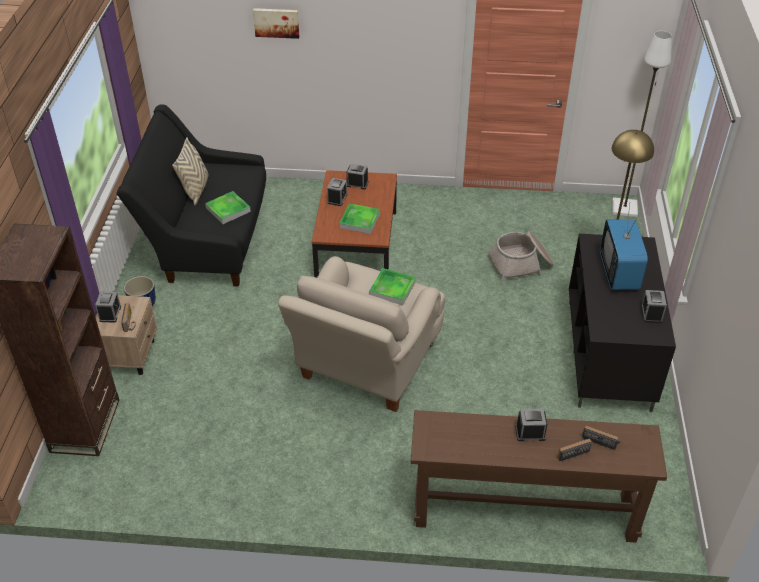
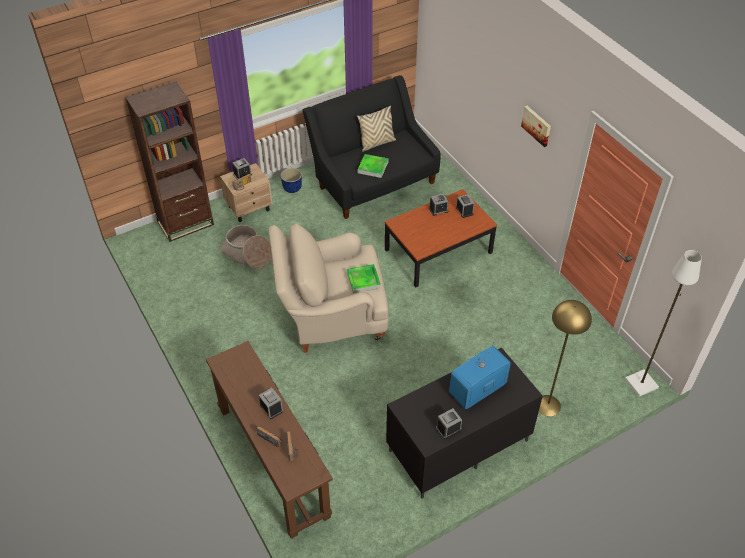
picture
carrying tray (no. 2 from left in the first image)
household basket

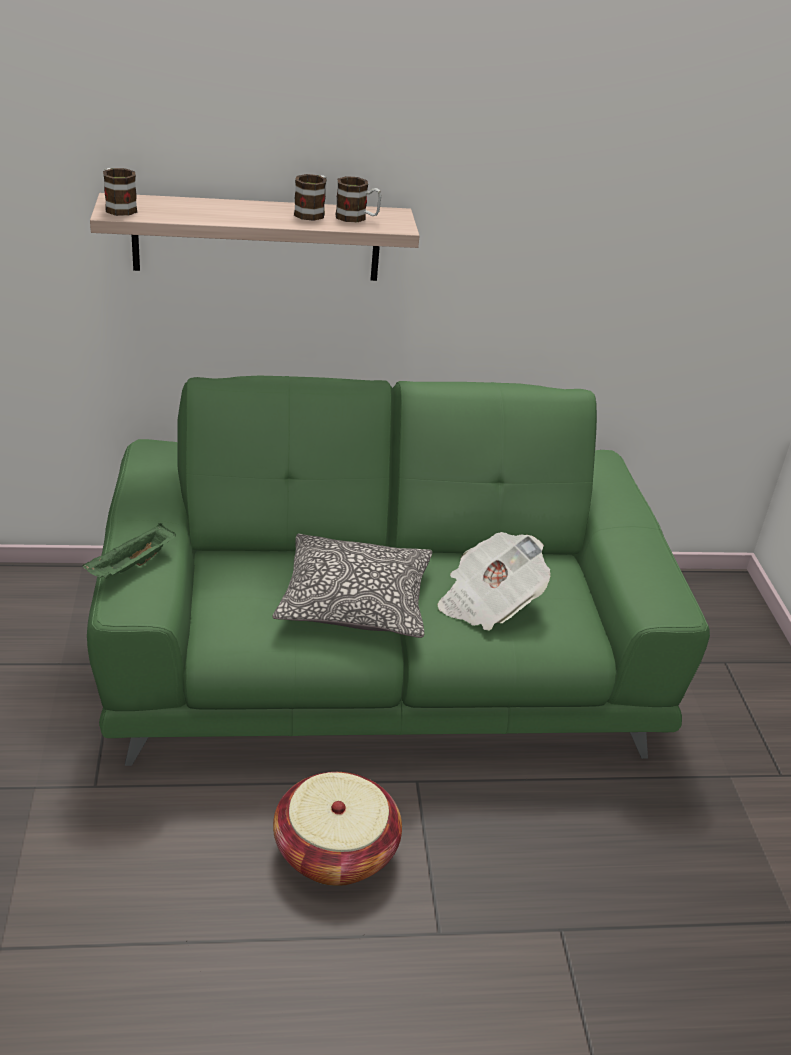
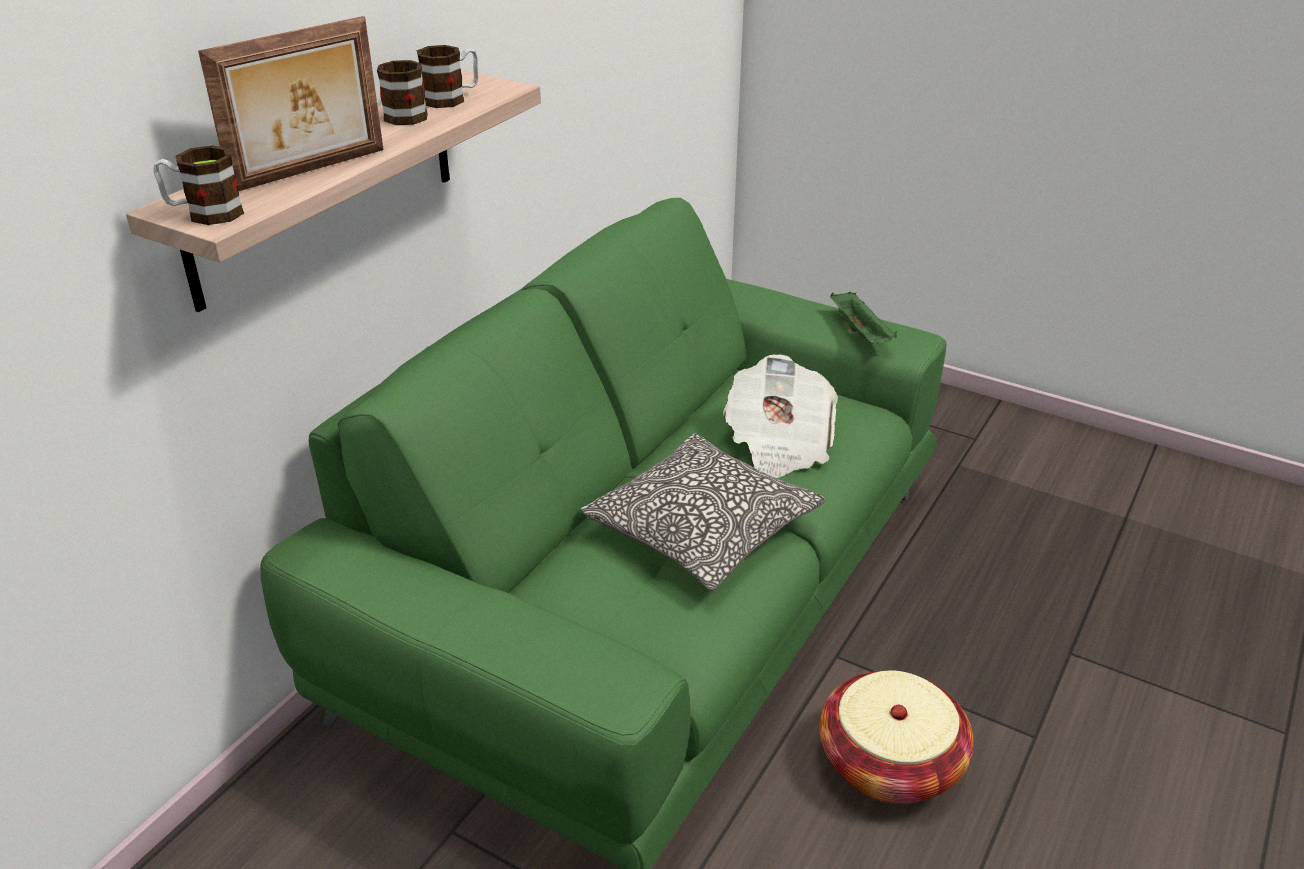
carrying tray in green
photo frame

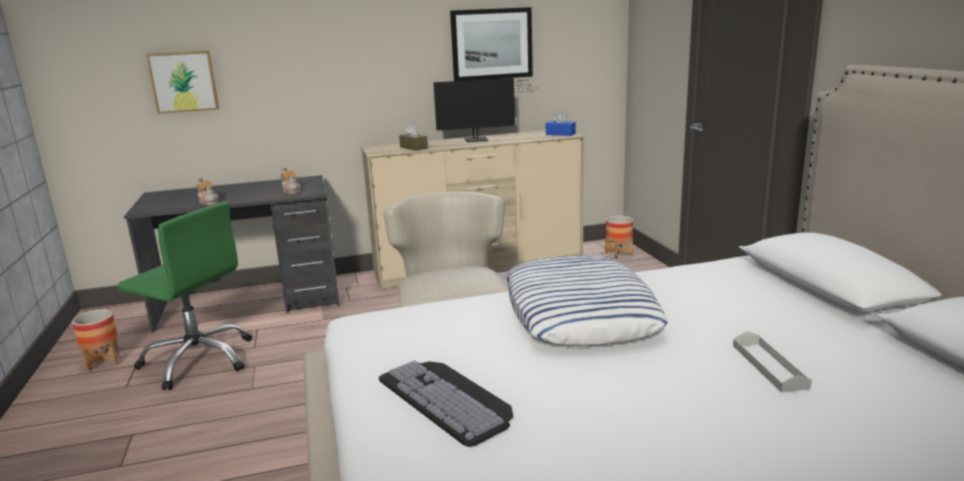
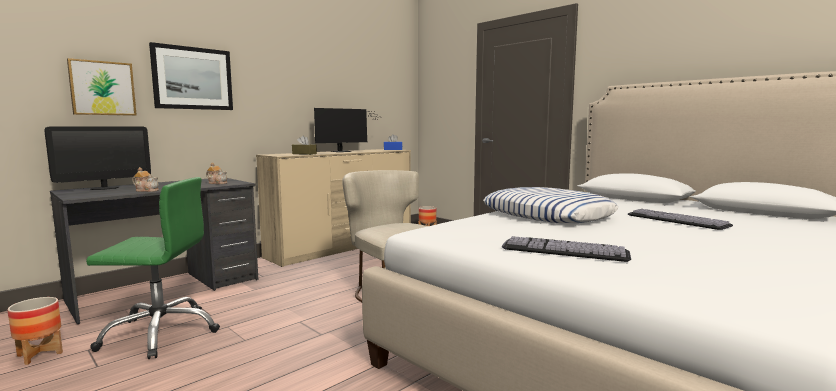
picture (no. 2 from left)
computer keyboard (no. 2 from left)
monitor (no. 1 from left)

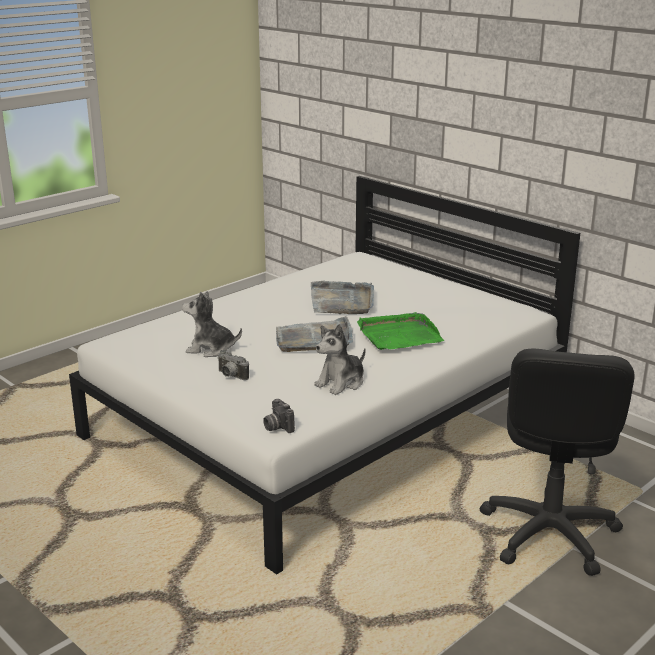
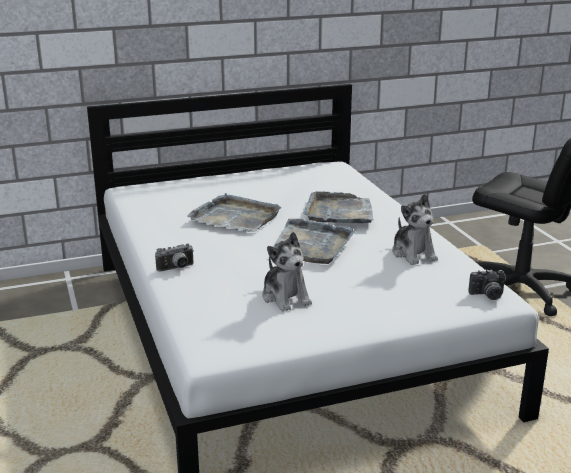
cuddly toy (no. 1 from left)
carrying tray in grey (no. 3 from left)
photo camera (no. 1 from left)

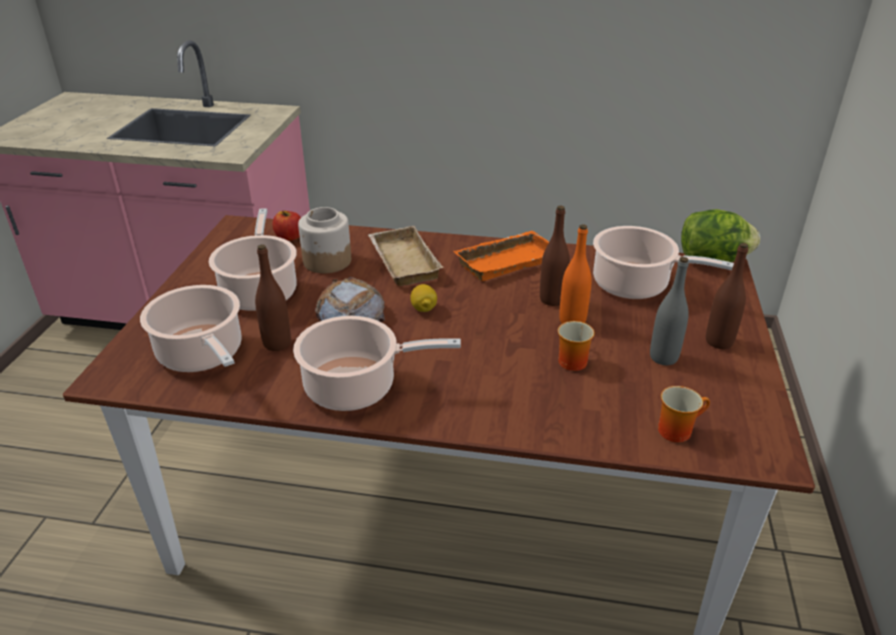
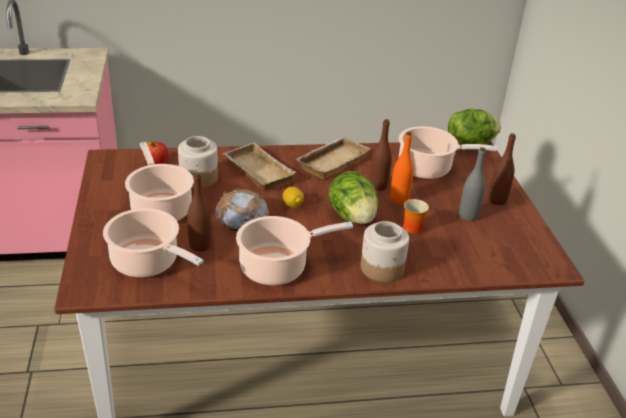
carrying tray in beige-coloured (no. 2 from left)
coffee mug (no. 2 from left in the first image)
head of lettuce (no. 1 from left)
jar (no. 2 from left)

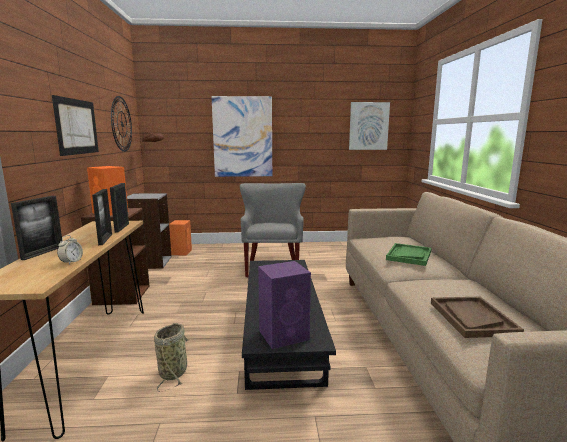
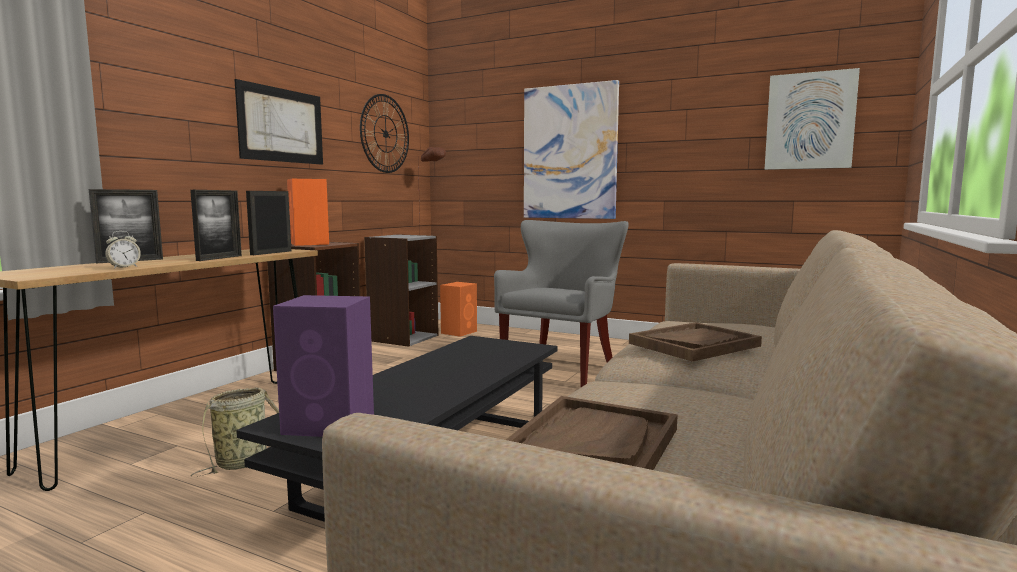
carrying tray in brownish (no. 2 from left)

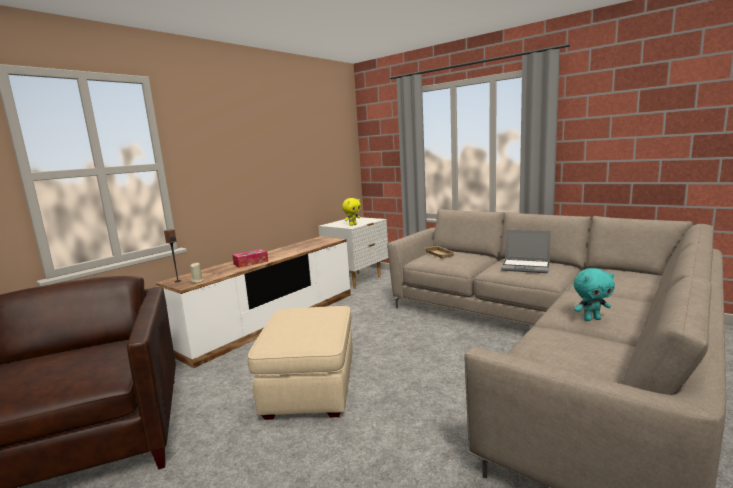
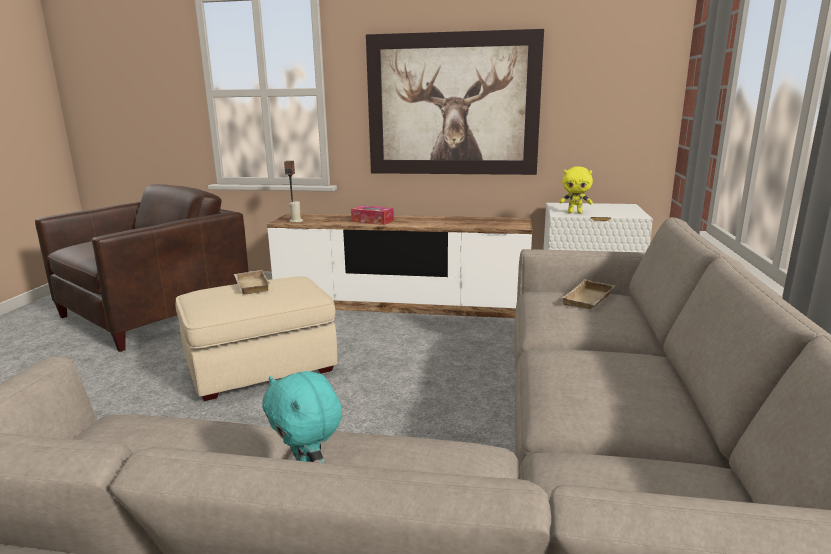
laptop
picture
carrying tray in beige-coloured (no. 1 from left)

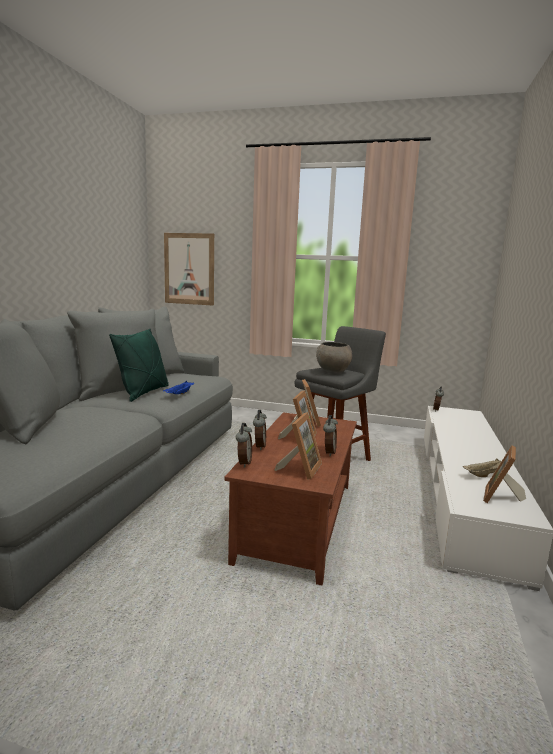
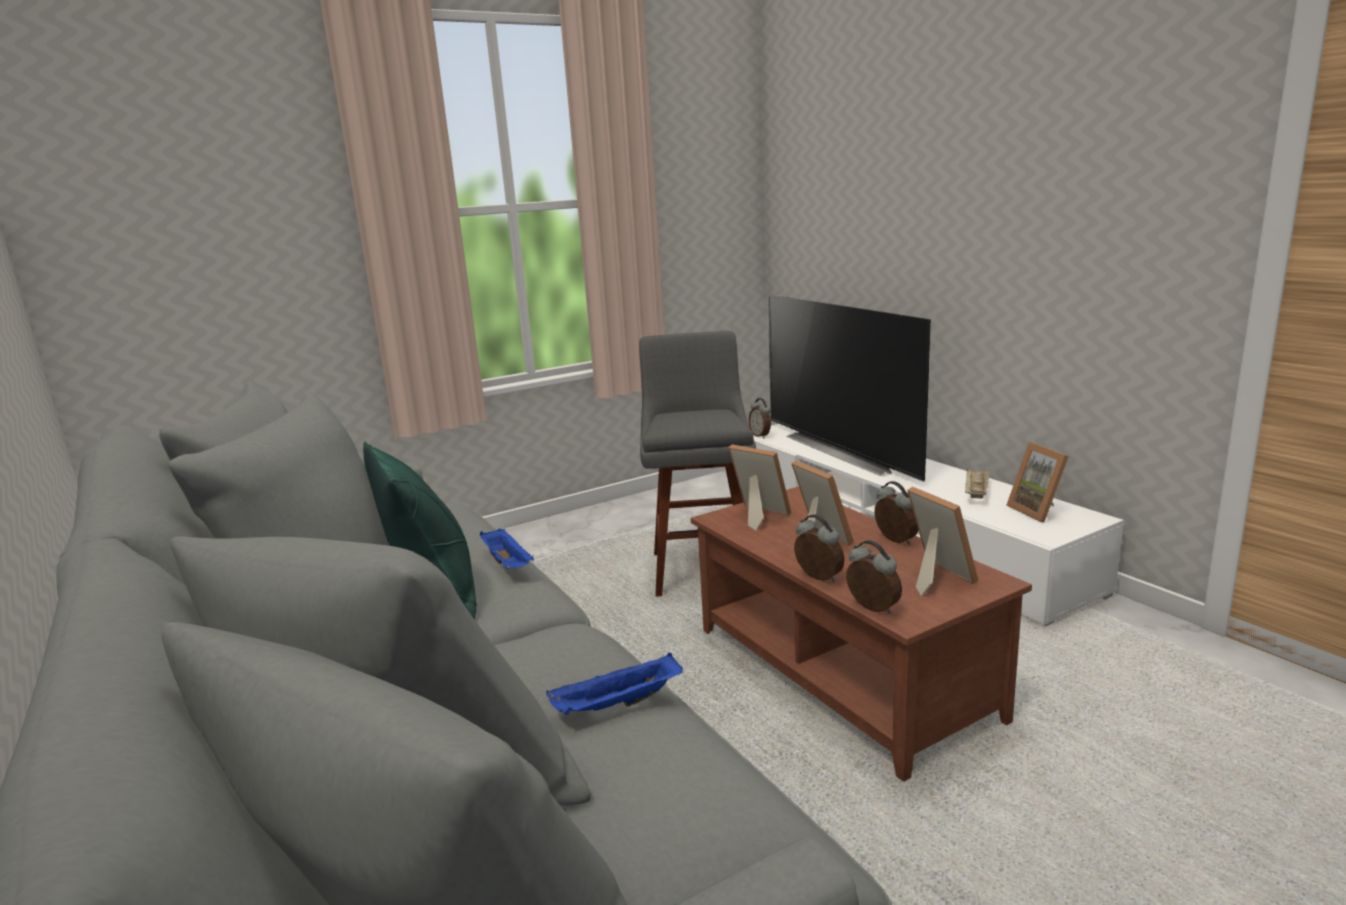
picture
deep dish in grey
TV set
carrying tray in bluish (no. 2 from left)

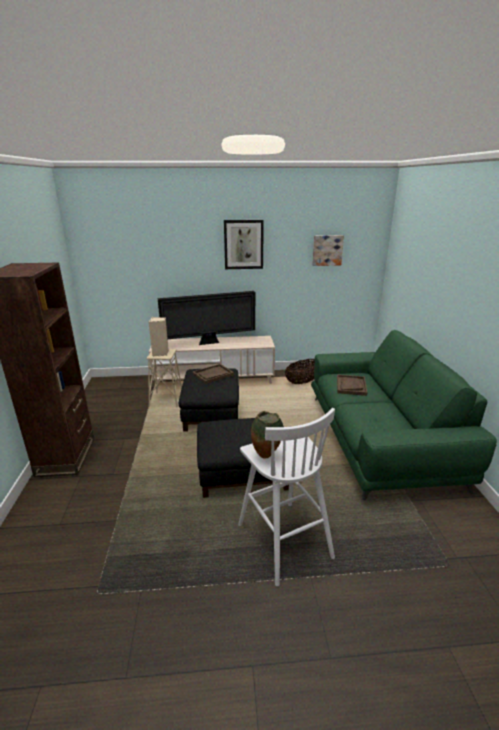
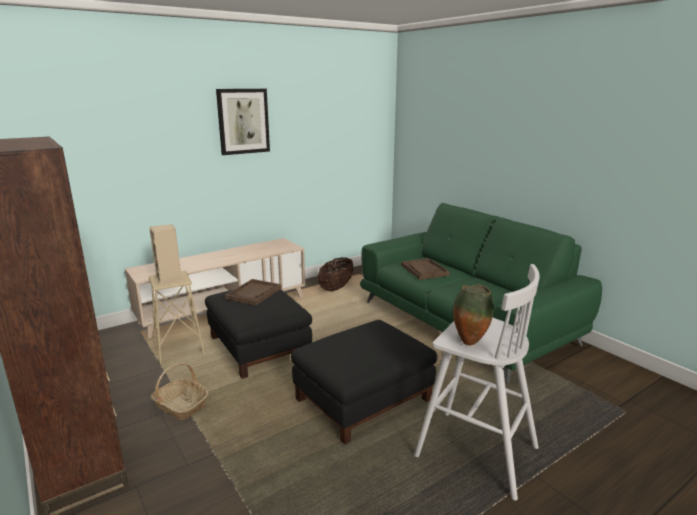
picture (no. 2 from left in the first image)
TV set
household basket (no. 1 from left)

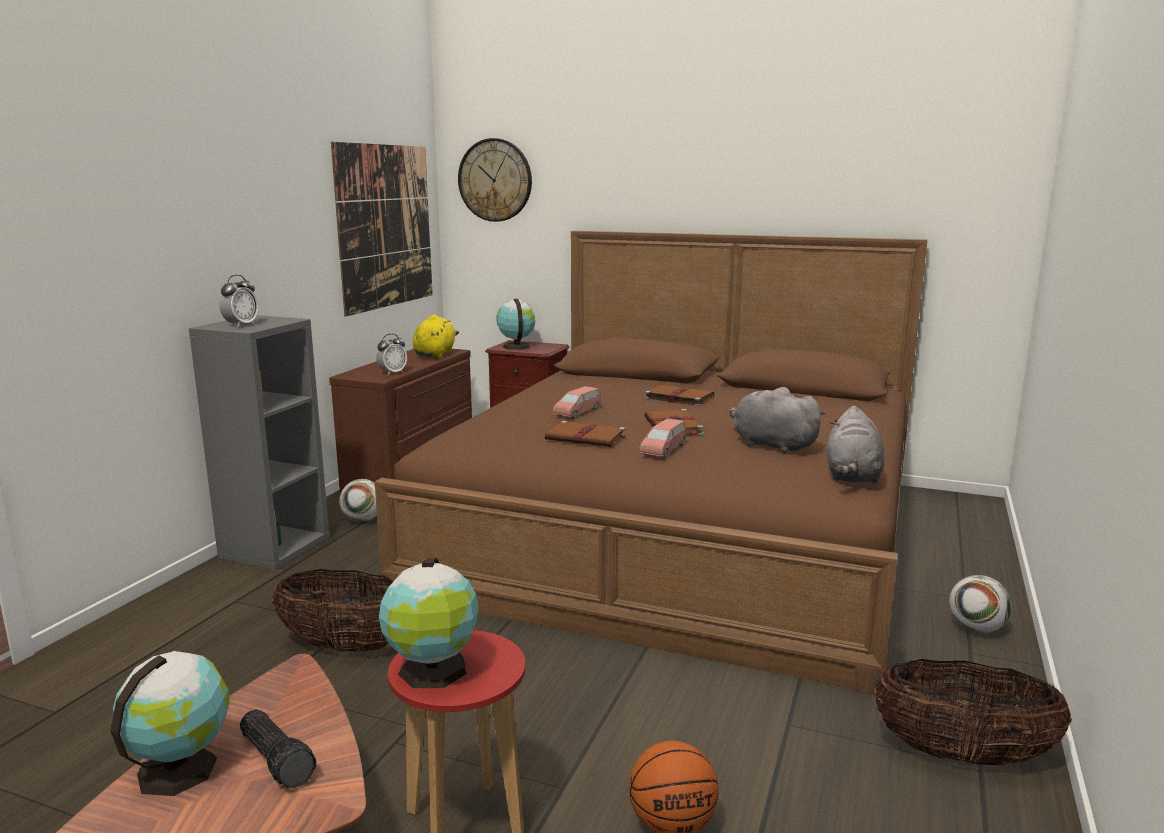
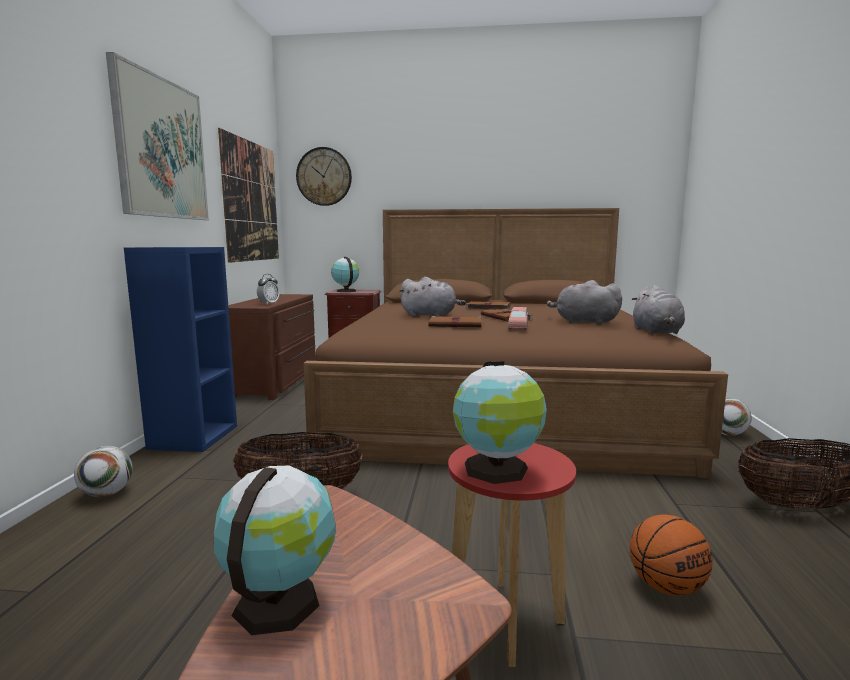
bedside clock (no. 1 from left in the first image)
shelving unit in bluish
cuddly toy in yellow-coloured
cuddly toy in grey (no. 1 from left)
ball for football (no. 1 from left)
torch
picture (no. 1 from left)

